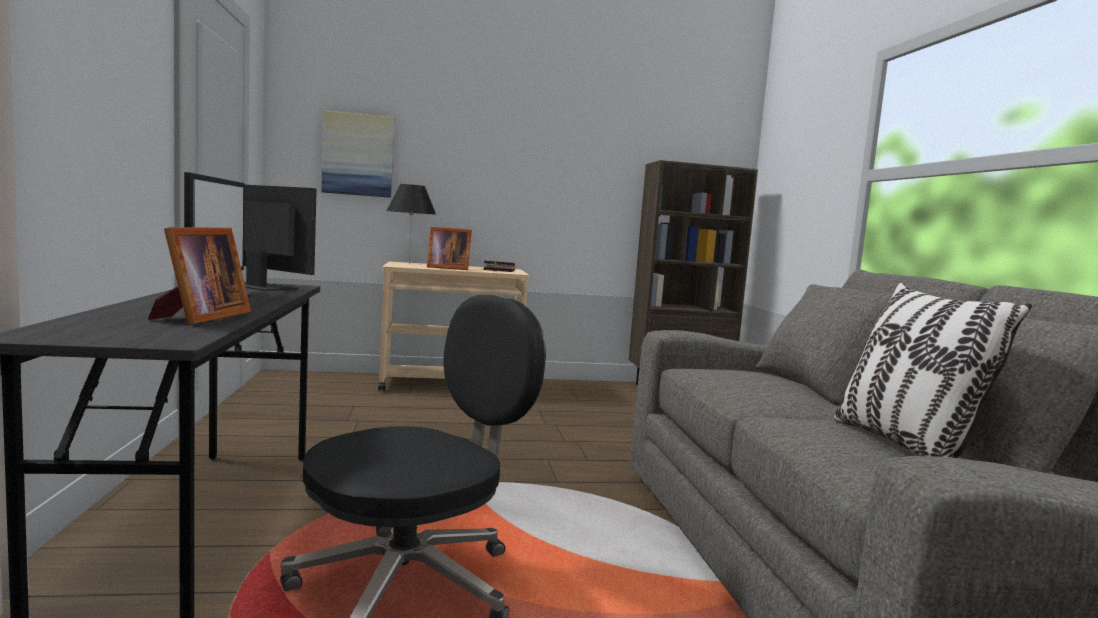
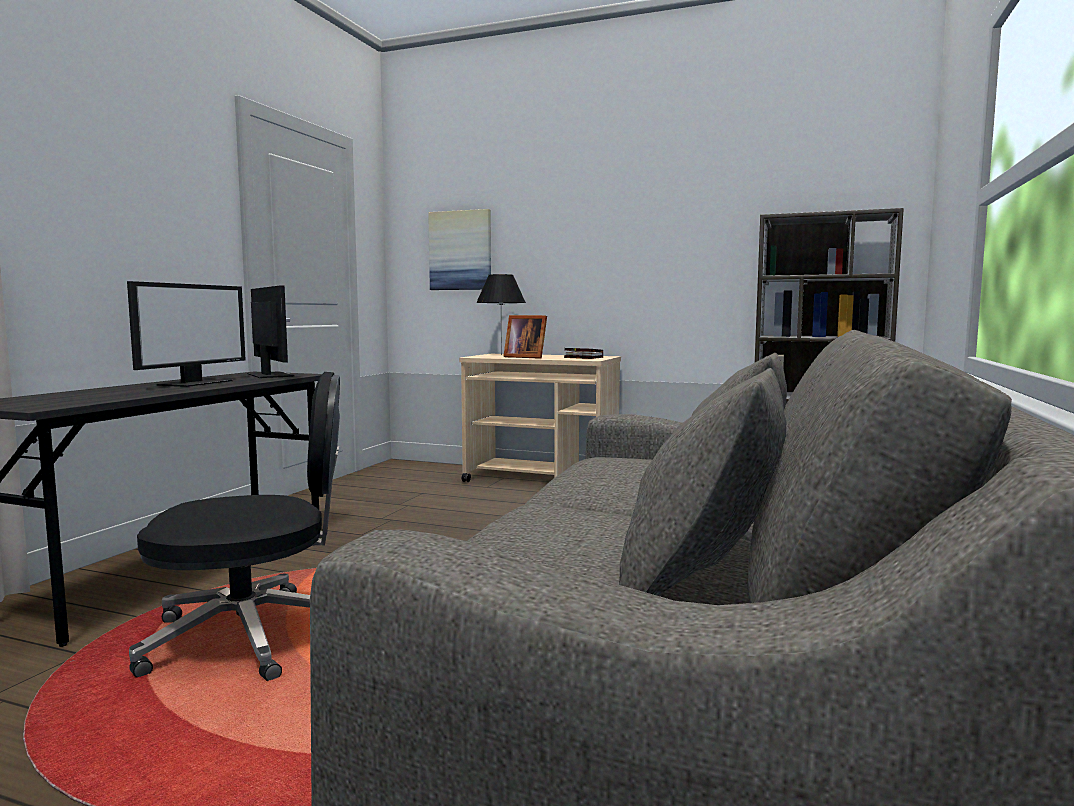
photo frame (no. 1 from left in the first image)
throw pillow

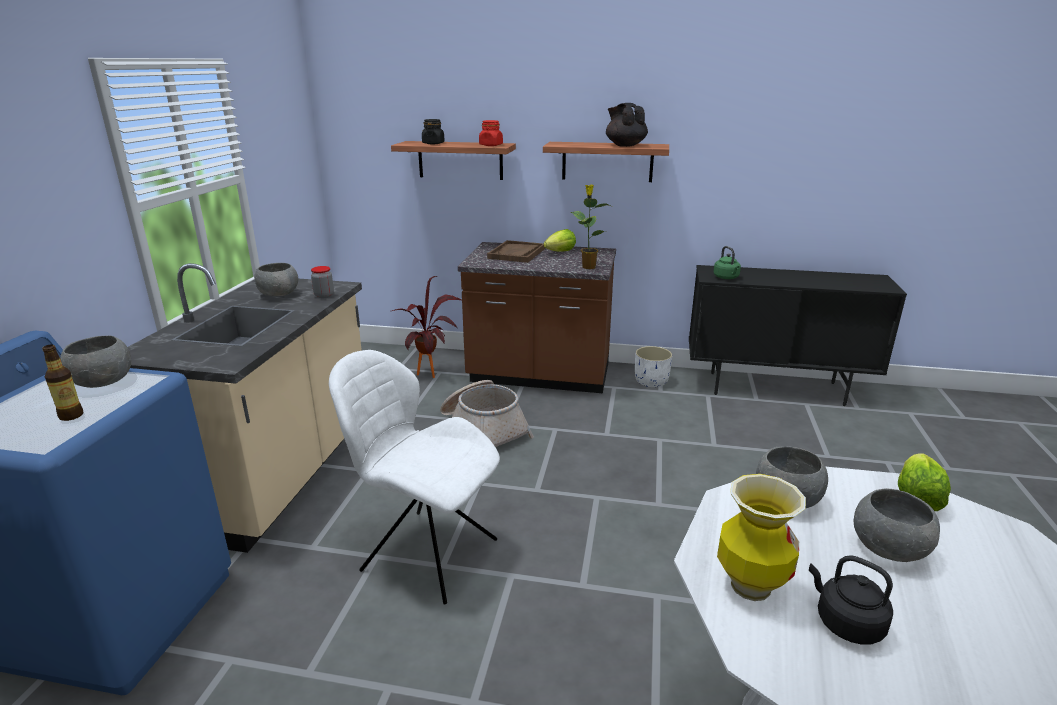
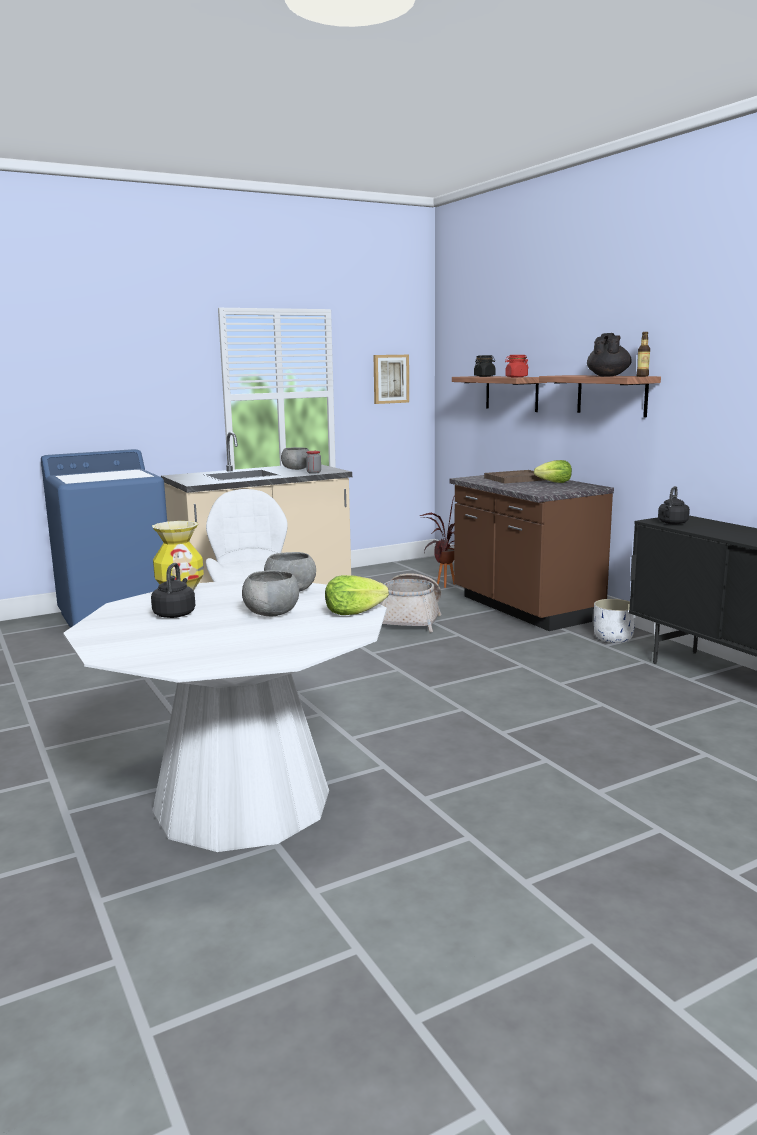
houseplant (no. 2 from left in the first image)
kettle in black (no. 2 from left)
deep dish in grey (no. 1 from left in the first image)
drink bottle
picture

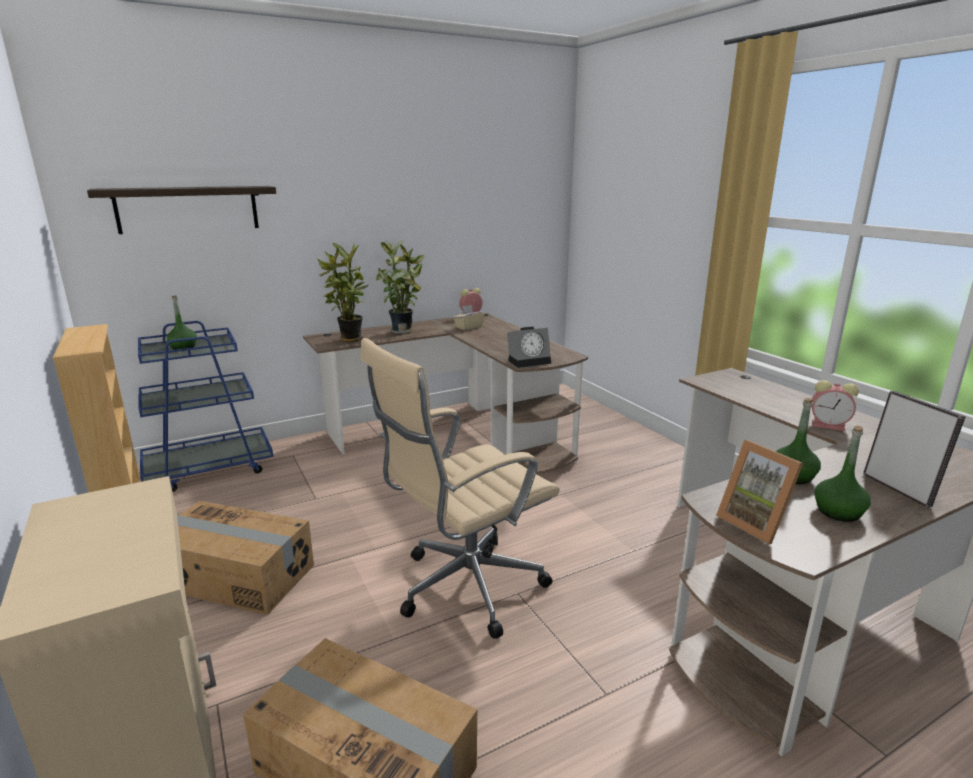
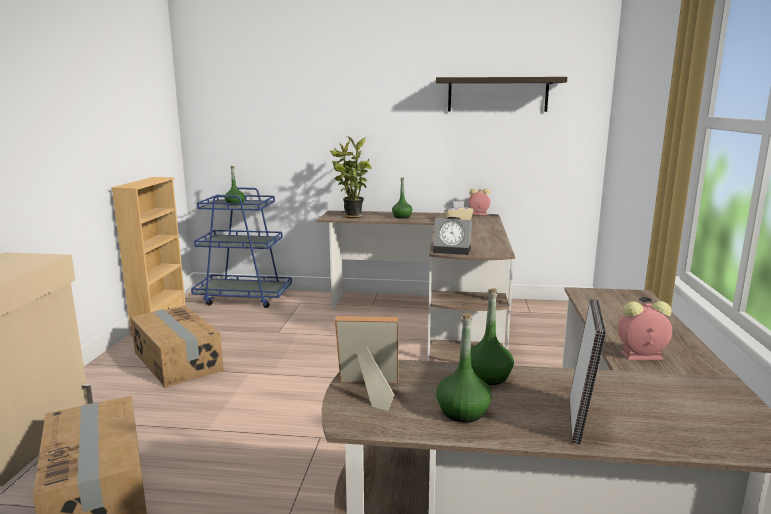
shelf
drink bottle in green (no. 2 from left)
office chair in beige-coloured
bedside clock (no. 3 from left)
photo frame (no. 1 from left)

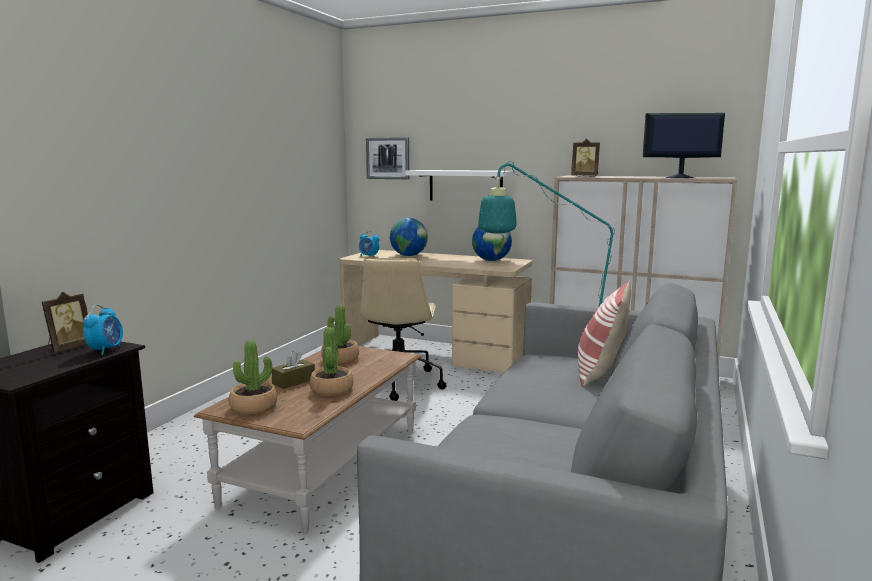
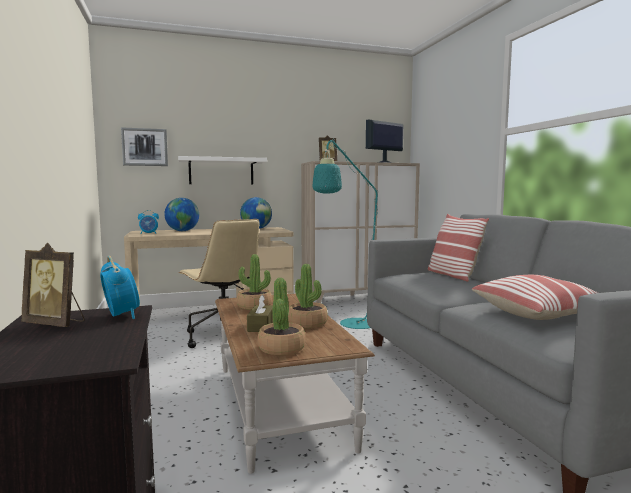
photo frame (no. 1 from left)
throw pillow (no. 2 from left)

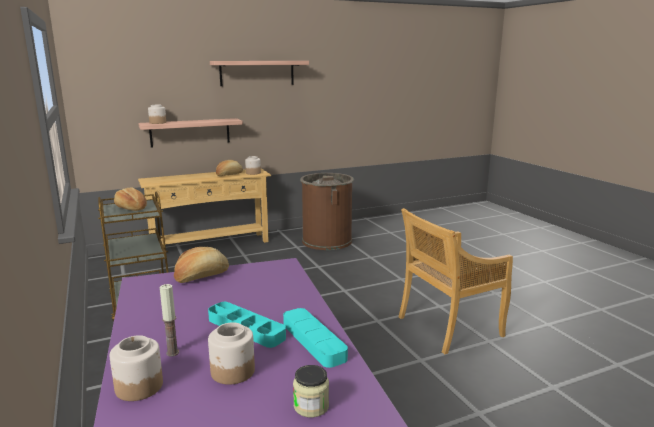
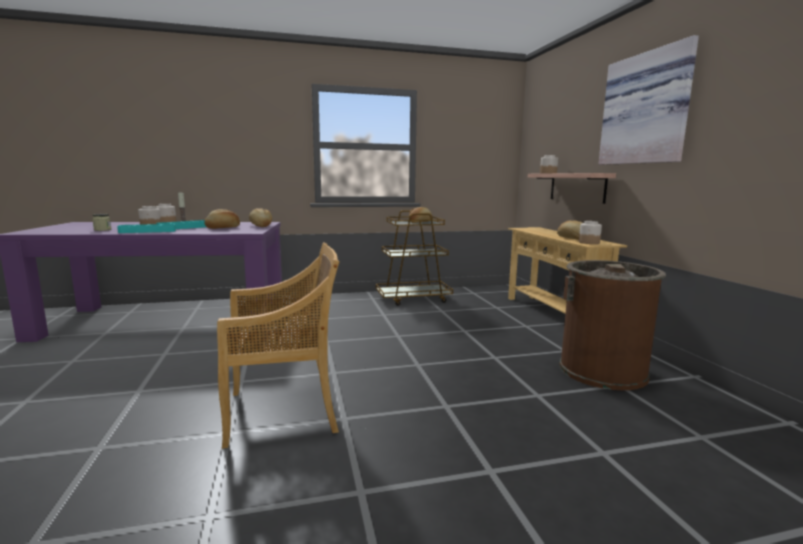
picture
upright chair in beige-coloured
bread (no. 1 from left)

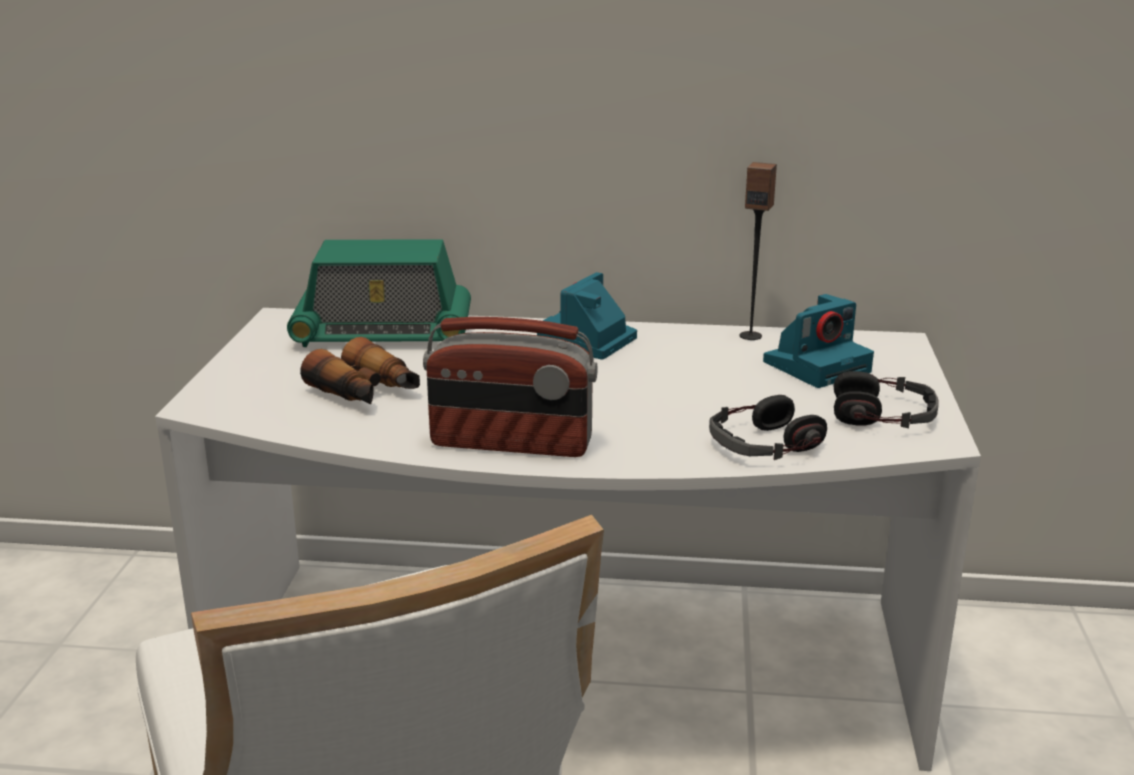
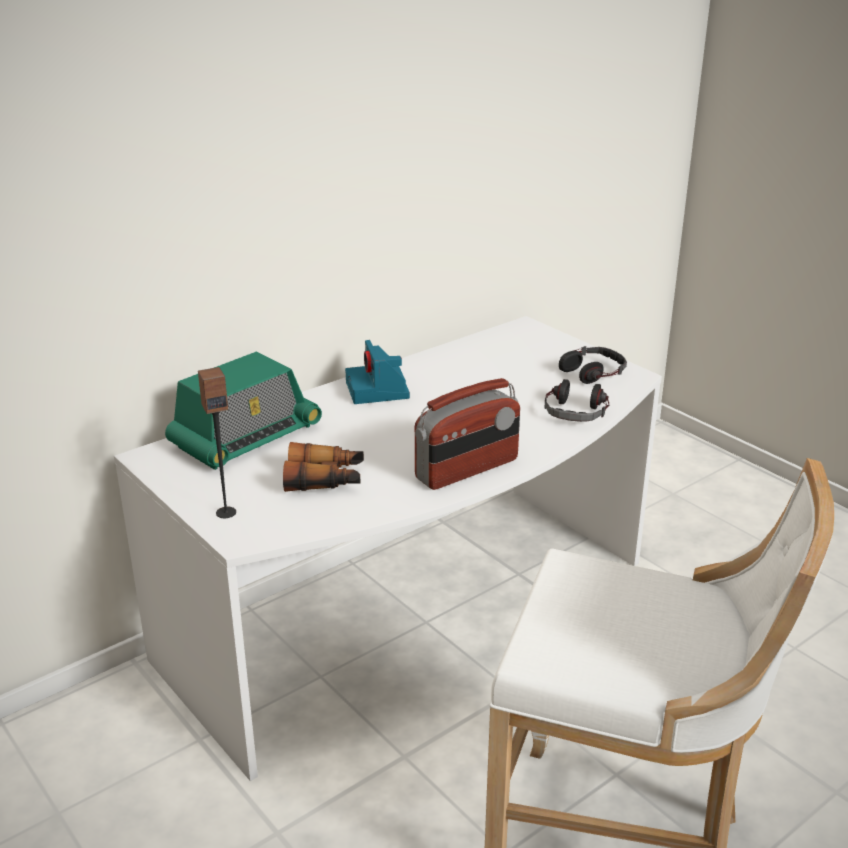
loudspeaker
photo camera (no. 2 from left in the first image)

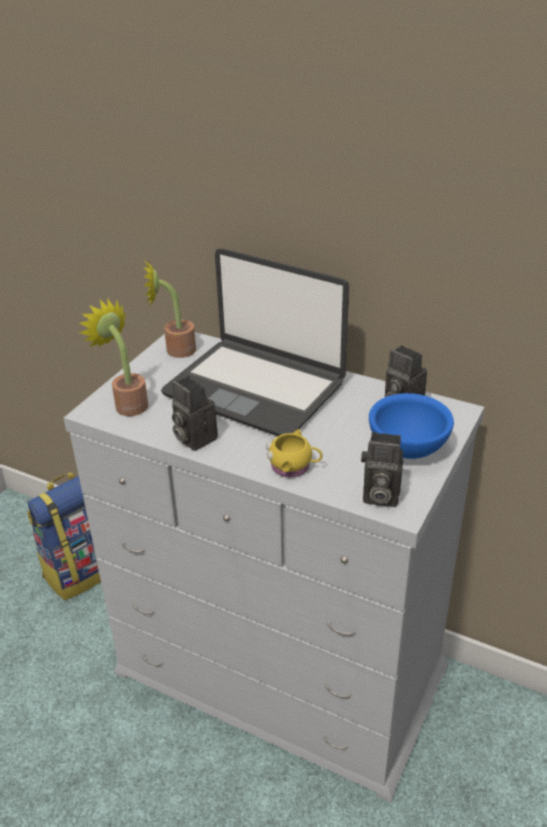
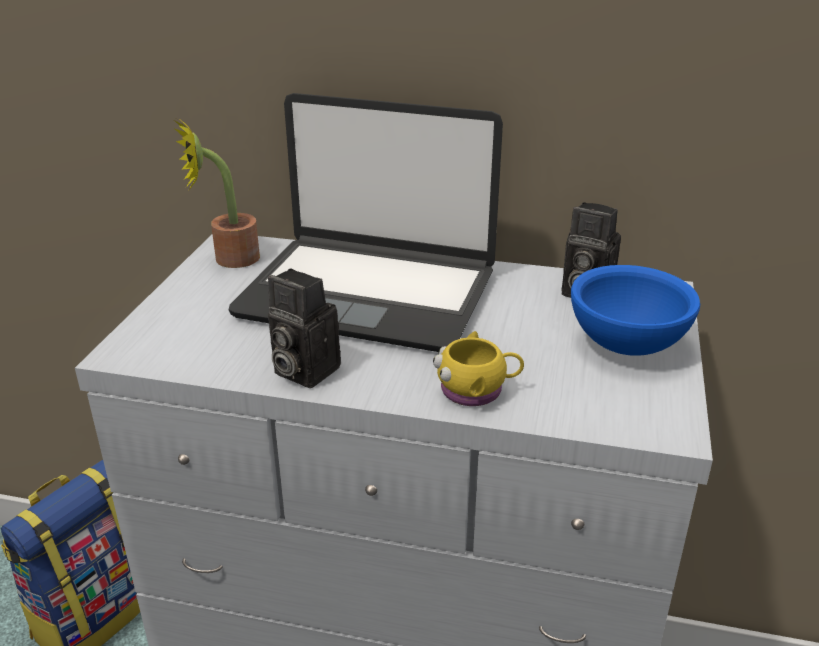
houseplant (no. 1 from left in the first image)
photo camera (no. 2 from left in the first image)

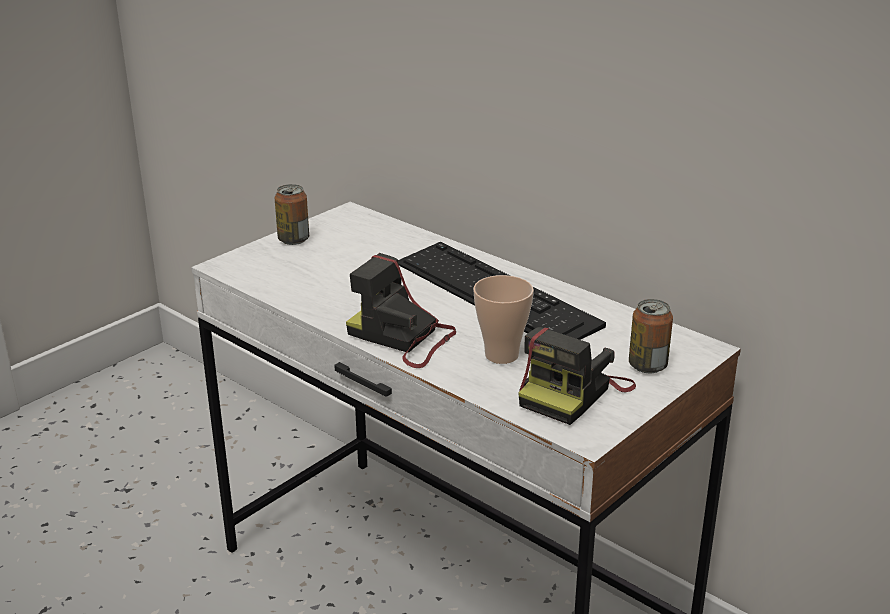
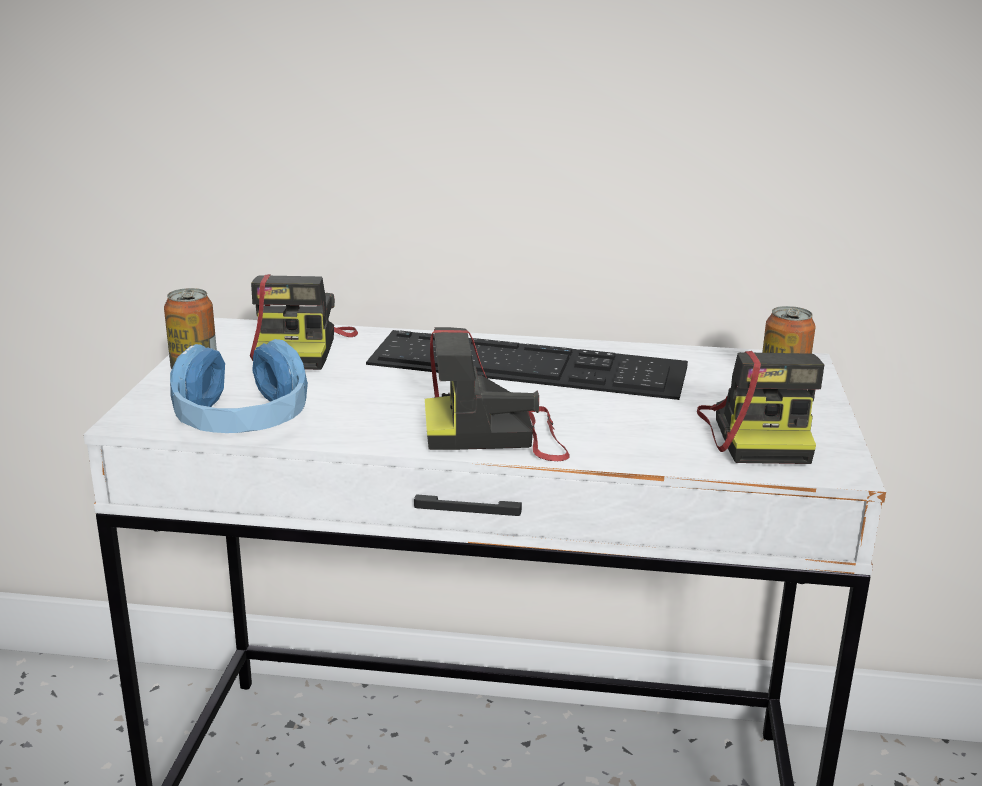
cup
photo camera (no. 1 from left)
headset in bluish

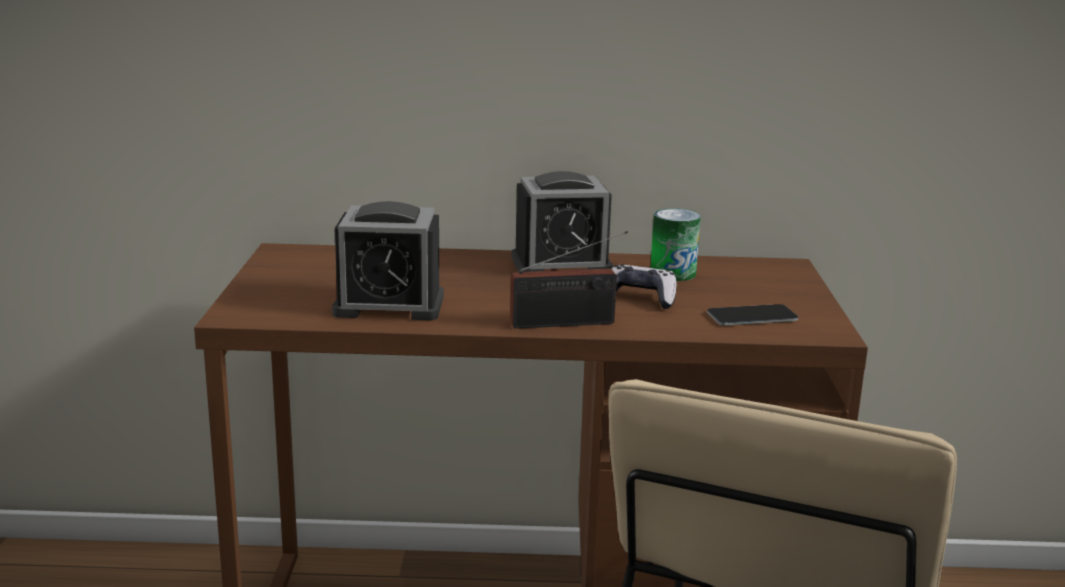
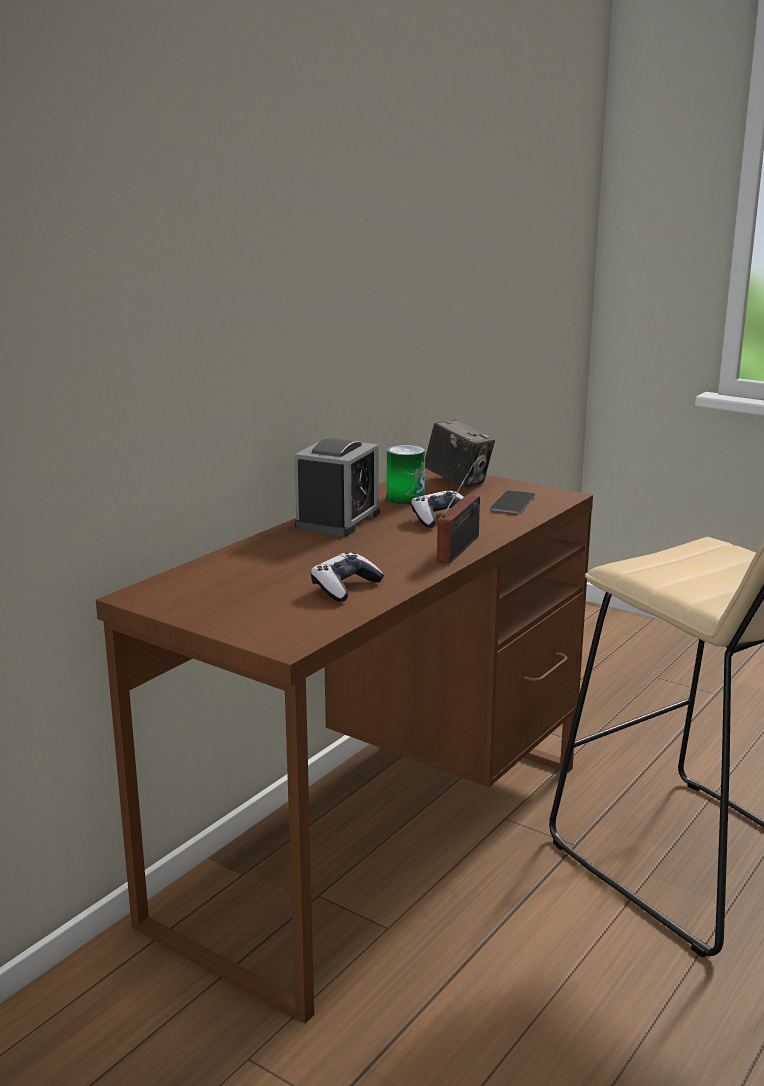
joypad (no. 1 from left)
photo camera

